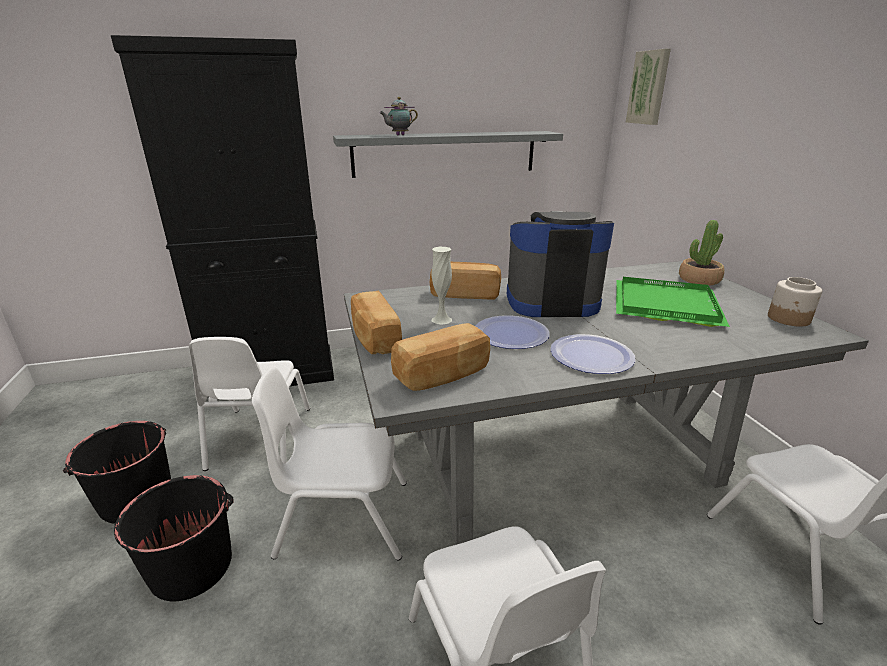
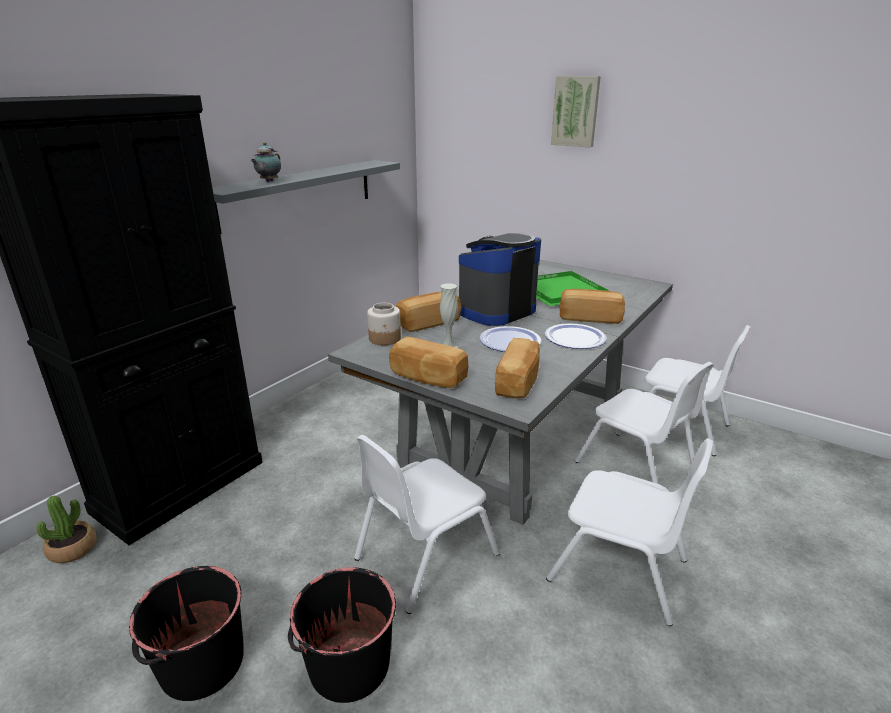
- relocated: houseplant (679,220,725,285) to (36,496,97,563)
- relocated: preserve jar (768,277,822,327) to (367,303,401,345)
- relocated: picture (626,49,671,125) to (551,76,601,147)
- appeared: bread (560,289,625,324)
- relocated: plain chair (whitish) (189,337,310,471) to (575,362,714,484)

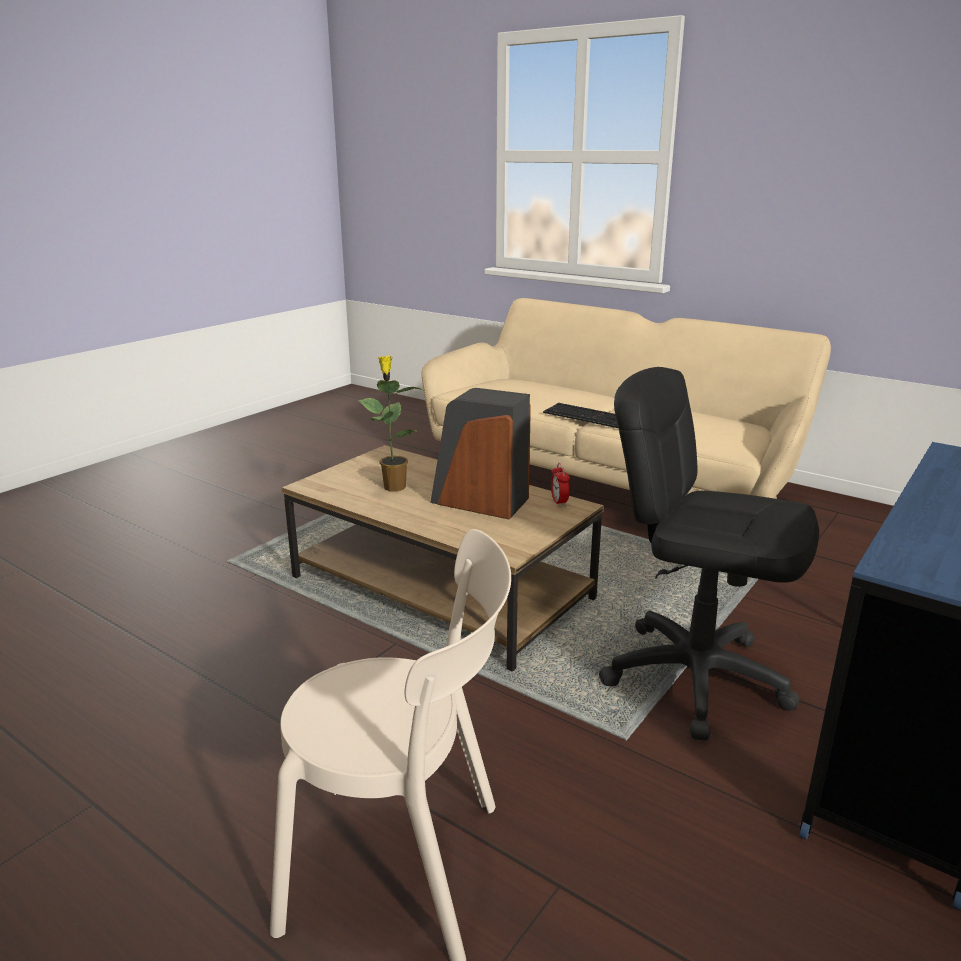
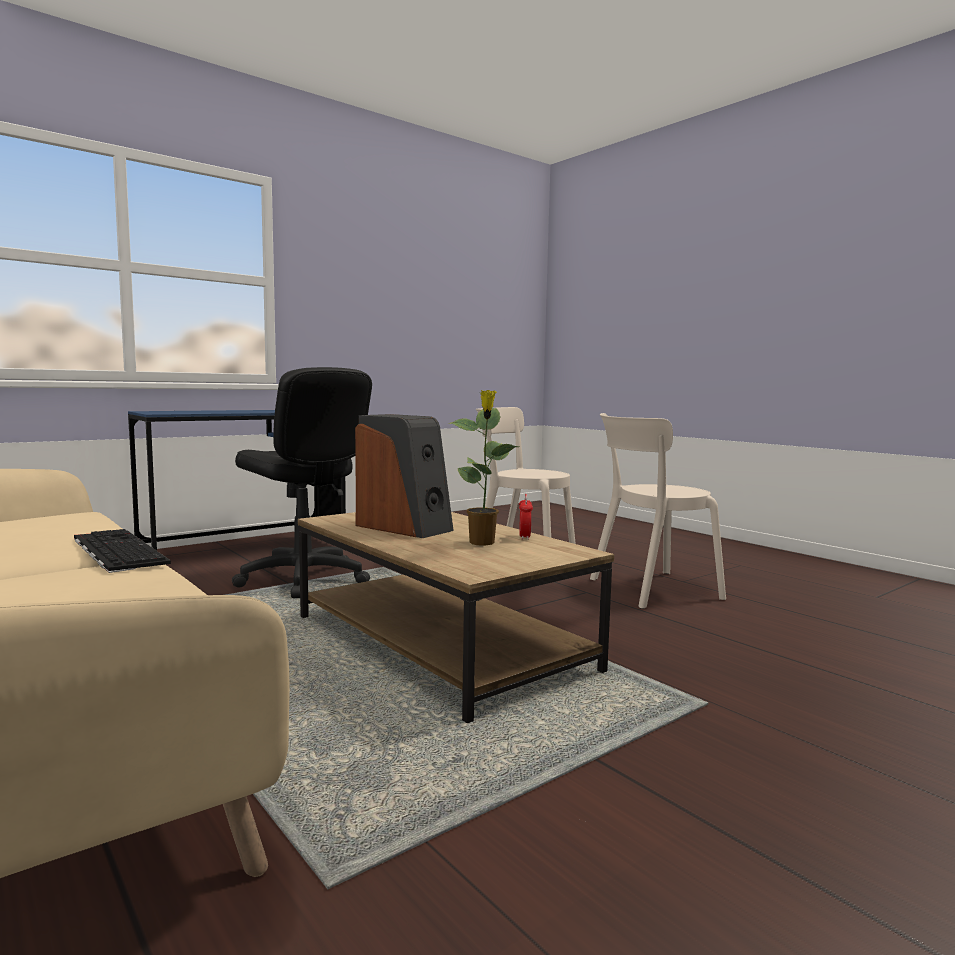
- relocated: table clock (551,463,570,507) to (519,494,533,540)
- appeared: plain chair (beige-coloured) (590,413,726,609)

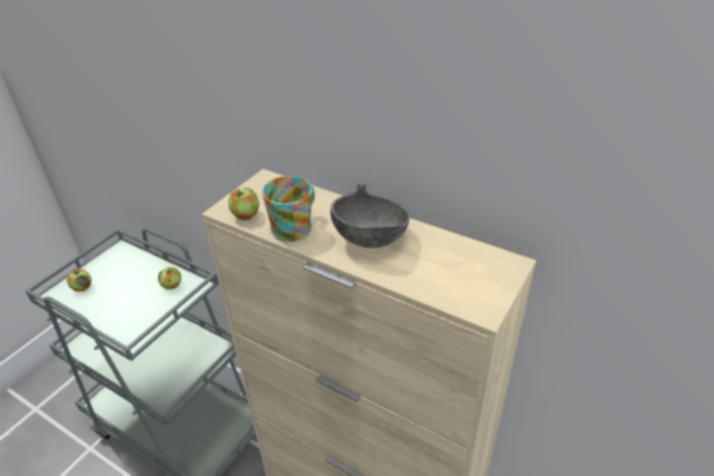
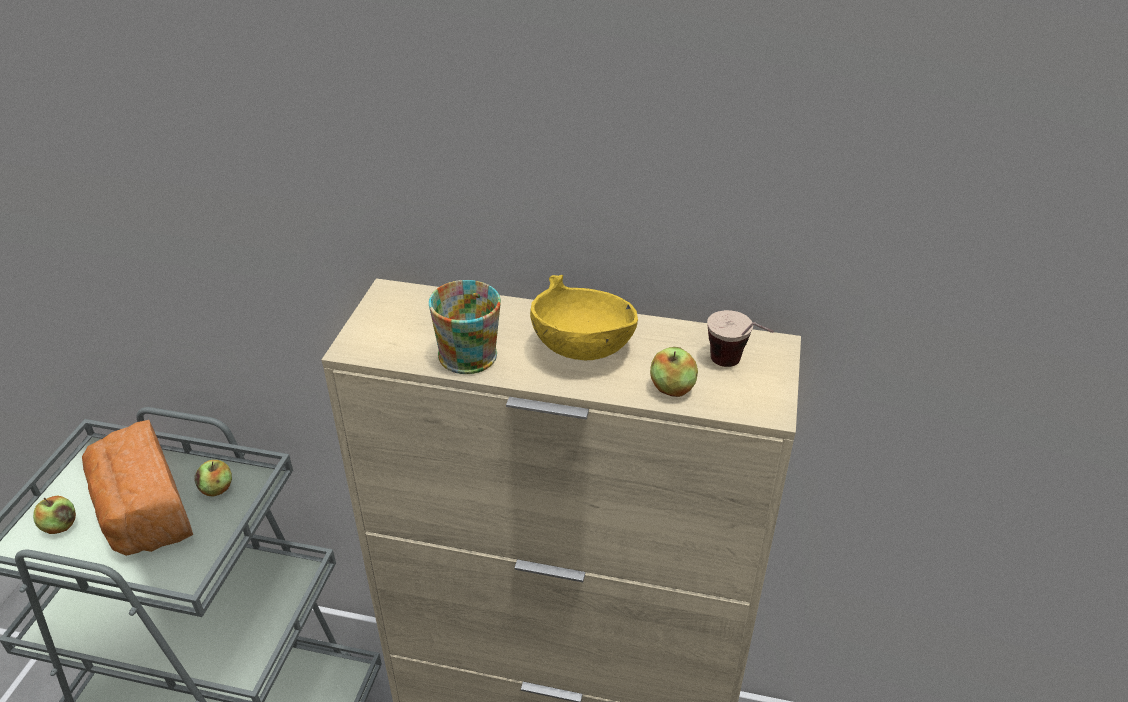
- appeared: bread (82,420,193,556)
- colour: serving bowl (grey) (330,183,410,248) to serving bowl (yellowish) (530,275,638,360)
- relocated: apple (228,188,259,220) to (650,347,698,397)
- appeared: small cup (707,310,774,367)

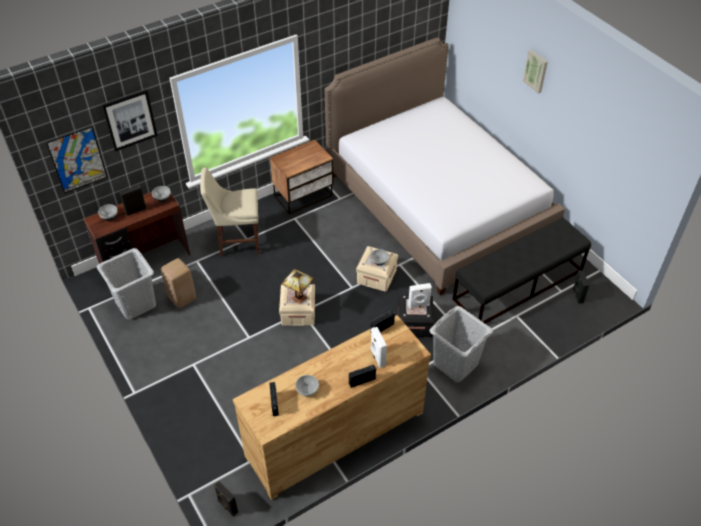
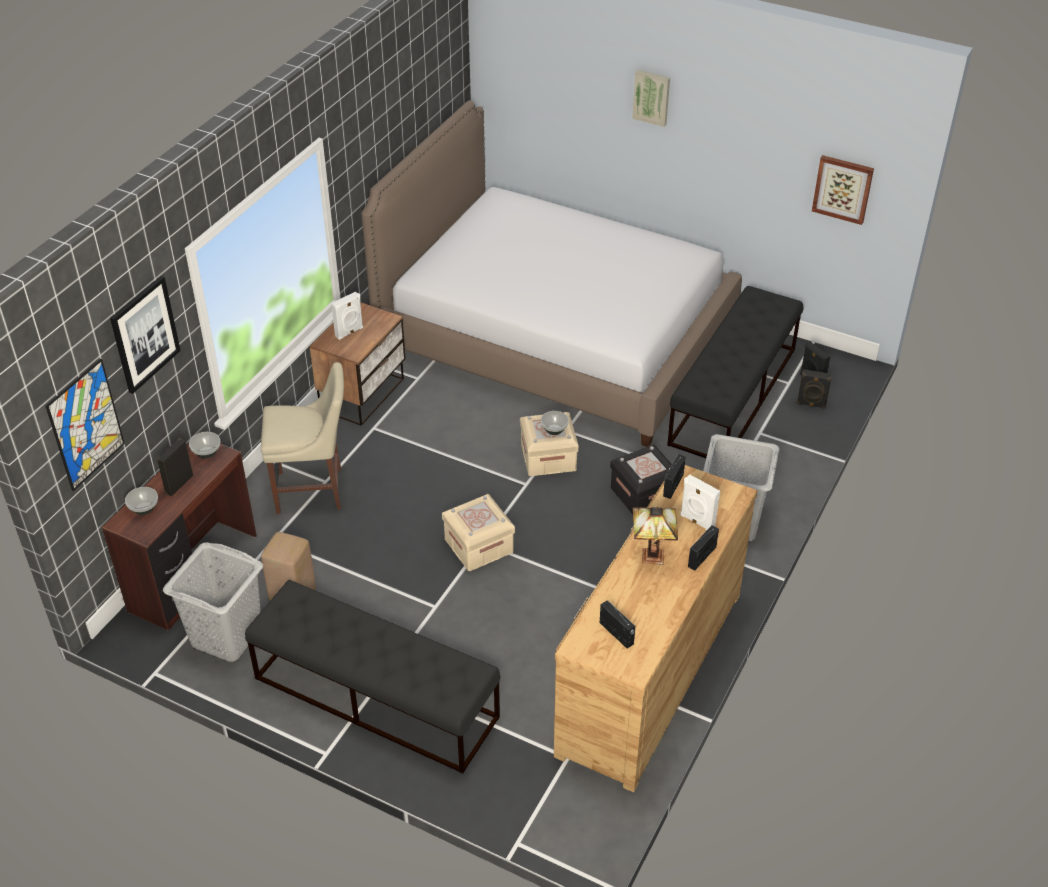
- appeared: bench (blackish) (245,580,500,774)
- spun: plain chair (beige-coloured) (200,167,260,256) = (261,362,344,514) 150 degrees counterclockwise
- relocated: loudspeaker (whitish) (408,283,432,309) to (331,291,363,340)
- relocated: lamp for a table (281,269,314,305) to (633,507,678,565)
- relocated: loudspeaker (blackish) (214,481,238,516) to (797,369,832,409)
- appeared: picture (812,155,874,225)
- missing: serving bowl (295,375,319,396)

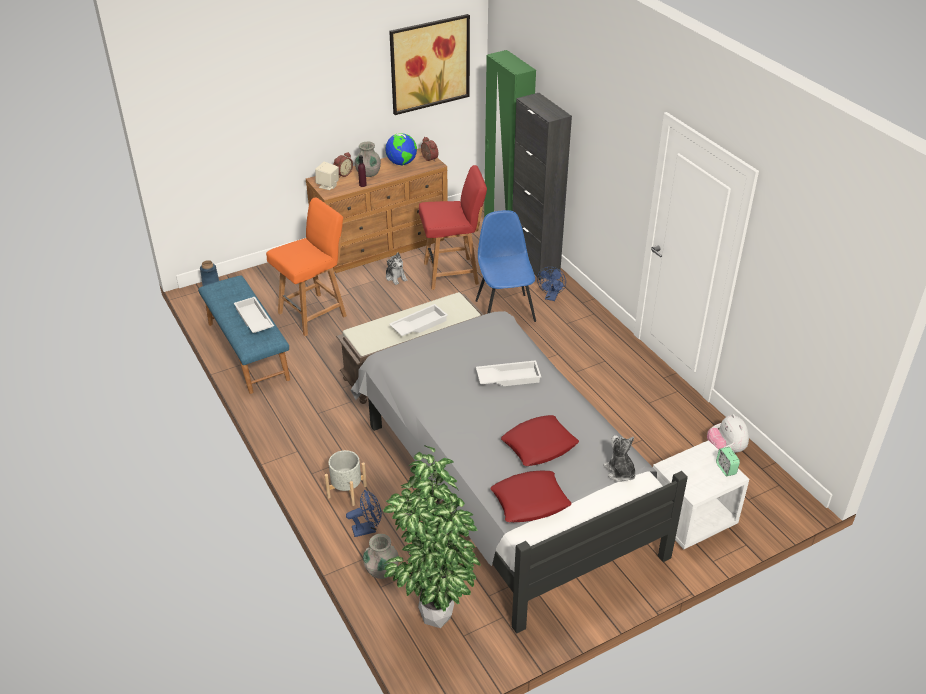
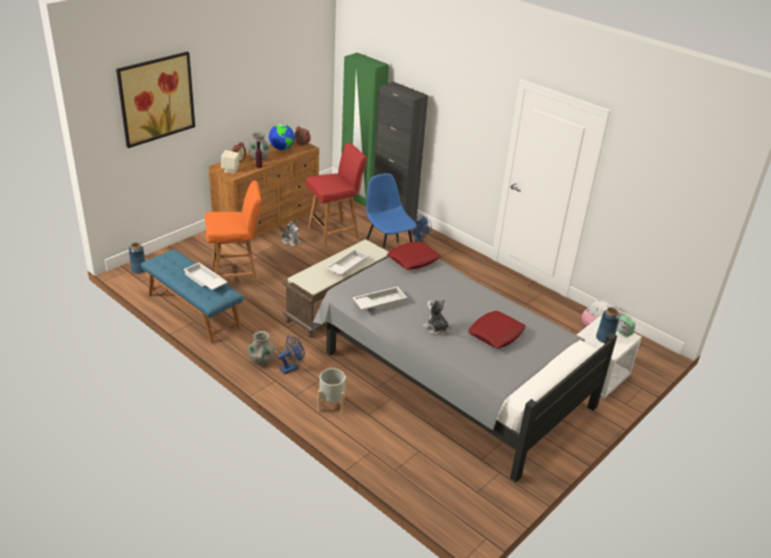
- relocated: picture (389,14,470,115) to (116,52,195,148)
- spun: plain chair (orangey) (266,197,347,336) = (205,181,261,286) 45 degrees clockwise
- relocated: flower vase (grey) (363,534,399,579) to (248,331,275,365)
- relocated: fan (blue) (346,490,382,537) to (277,335,305,374)
- relocated: carrying tray (whitish) (476,360,541,386) to (353,286,407,310)
- relocated: pillow (red-coloured) (491,471,571,522) to (387,242,441,270)
- relocated: cuddly toy (604,435,635,482) to (423,299,451,335)
- appeared: flower vase (blue) (596,307,620,343)
- missing: houseplant (383,445,481,628)

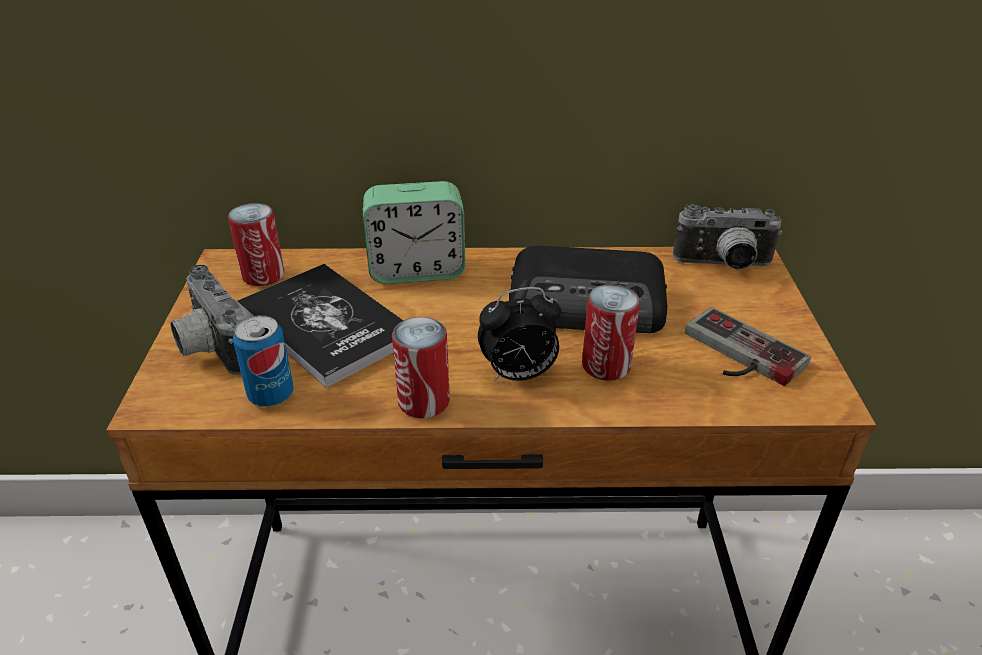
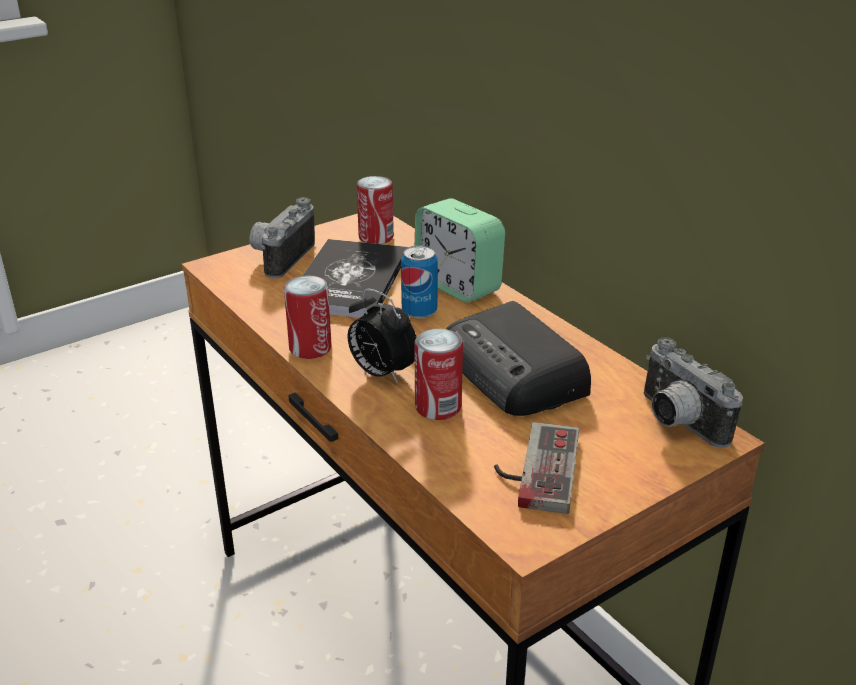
- relocated: metal can (233,315,294,407) to (401,245,438,318)

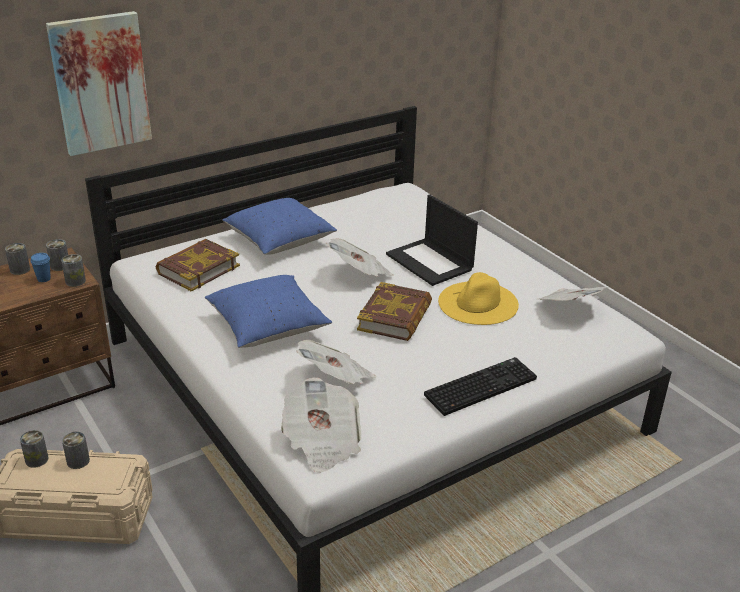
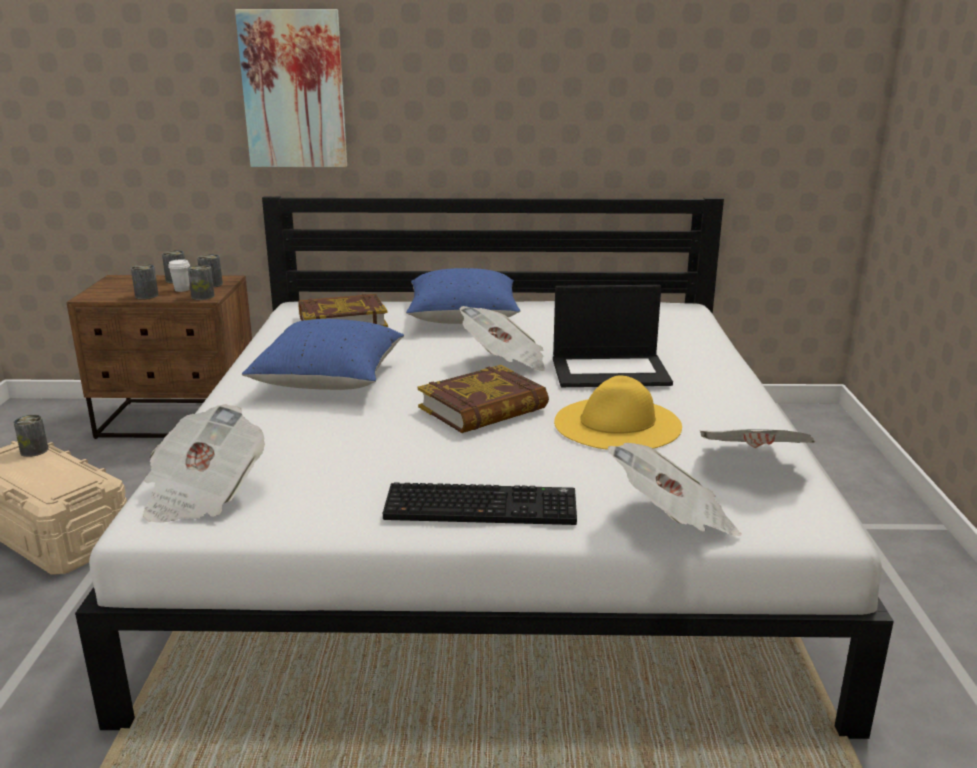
- relocated: metal can (62,432,90,469) to (131,264,159,299)
- colour: small cup (blue) (30,253,51,282) to small cup (whitish) (168,259,190,292)
- spun: notebook computer (386,195,478,286) = (553,285,673,387) 90 degrees counterclockwise
- relocated: printed paper (296,340,376,384) to (608,443,742,536)

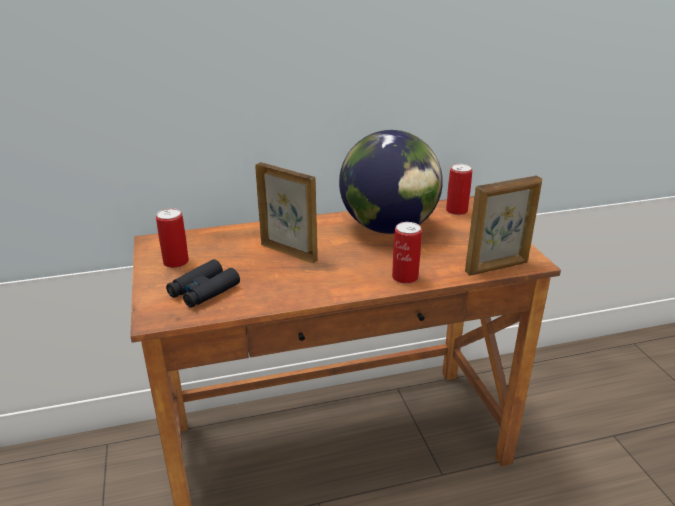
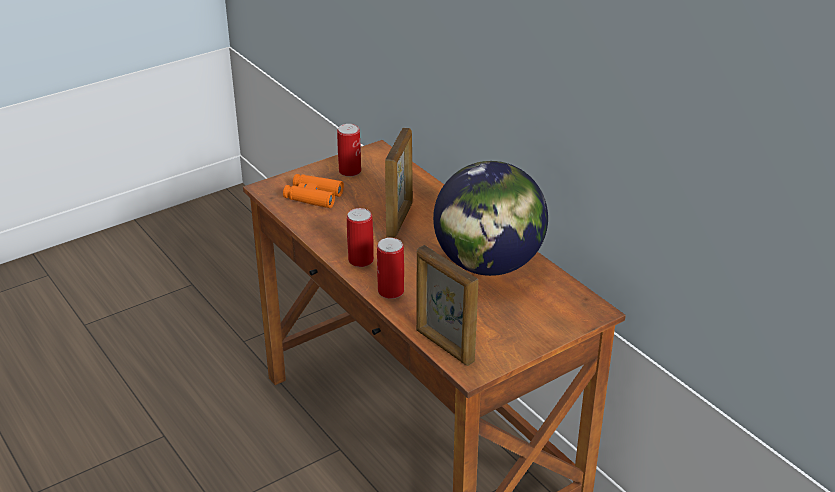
- colour: pair of binoculars (blackish) (166,259,240,308) to pair of binoculars (orangey) (283,174,344,208)
- relocated: metal can (446,164,472,215) to (347,208,374,267)

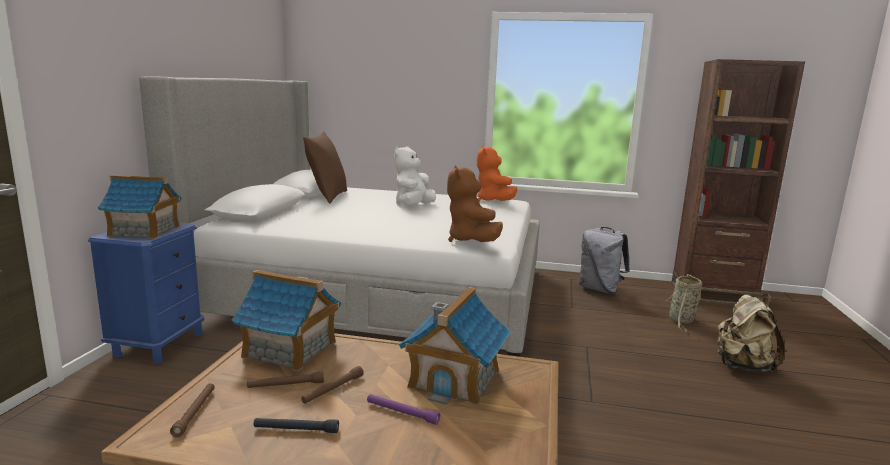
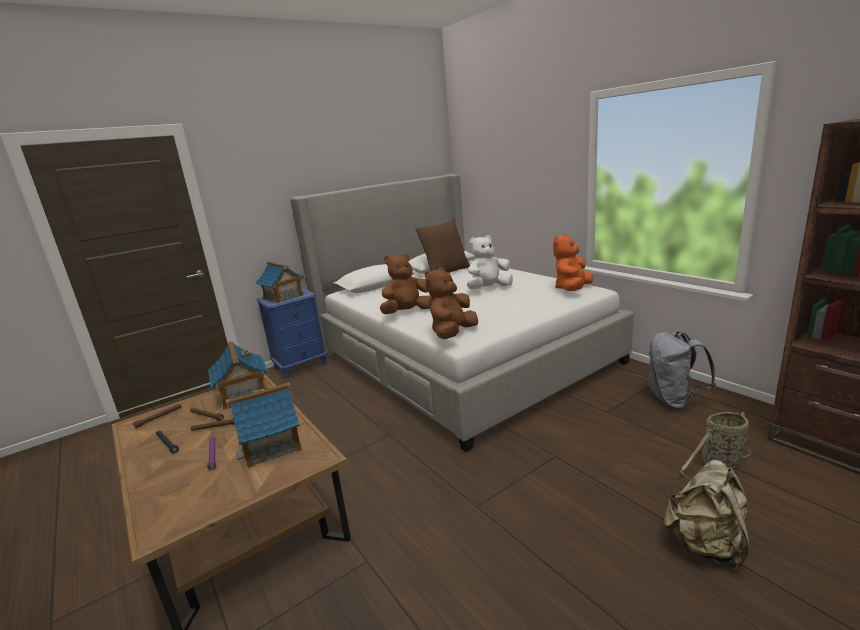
- appeared: cuddly toy (brown-coloured) (380,254,432,314)

